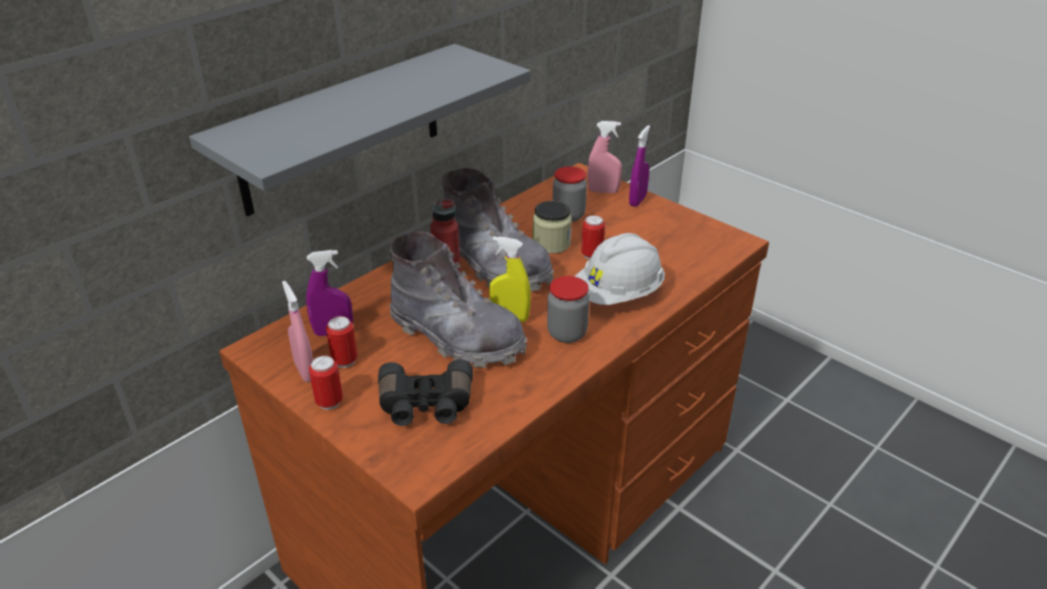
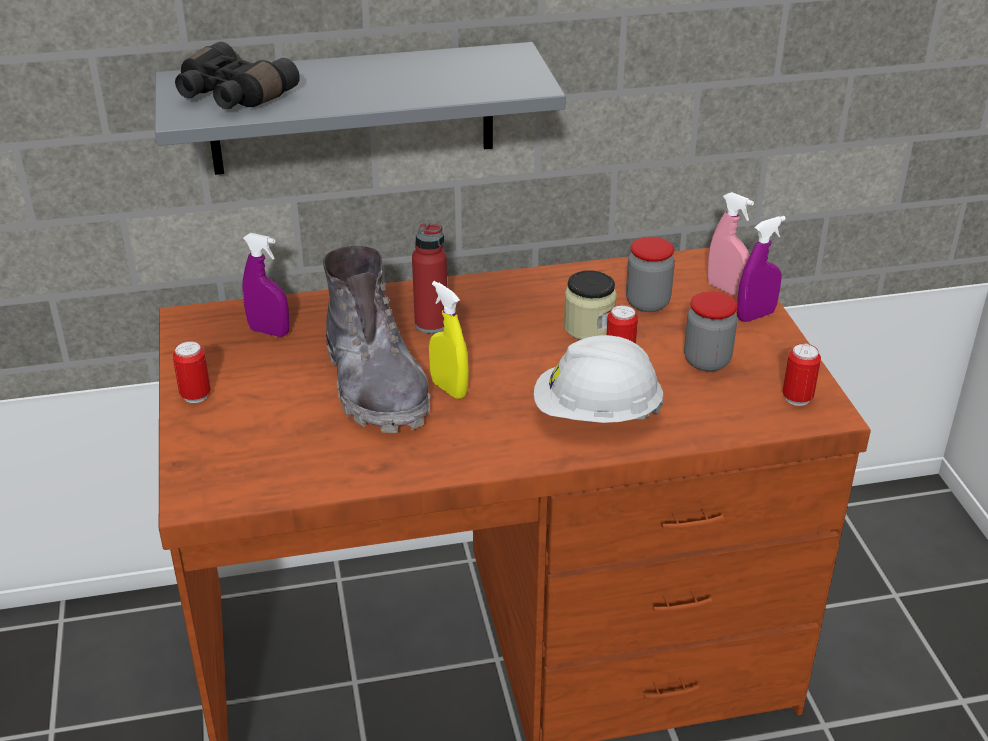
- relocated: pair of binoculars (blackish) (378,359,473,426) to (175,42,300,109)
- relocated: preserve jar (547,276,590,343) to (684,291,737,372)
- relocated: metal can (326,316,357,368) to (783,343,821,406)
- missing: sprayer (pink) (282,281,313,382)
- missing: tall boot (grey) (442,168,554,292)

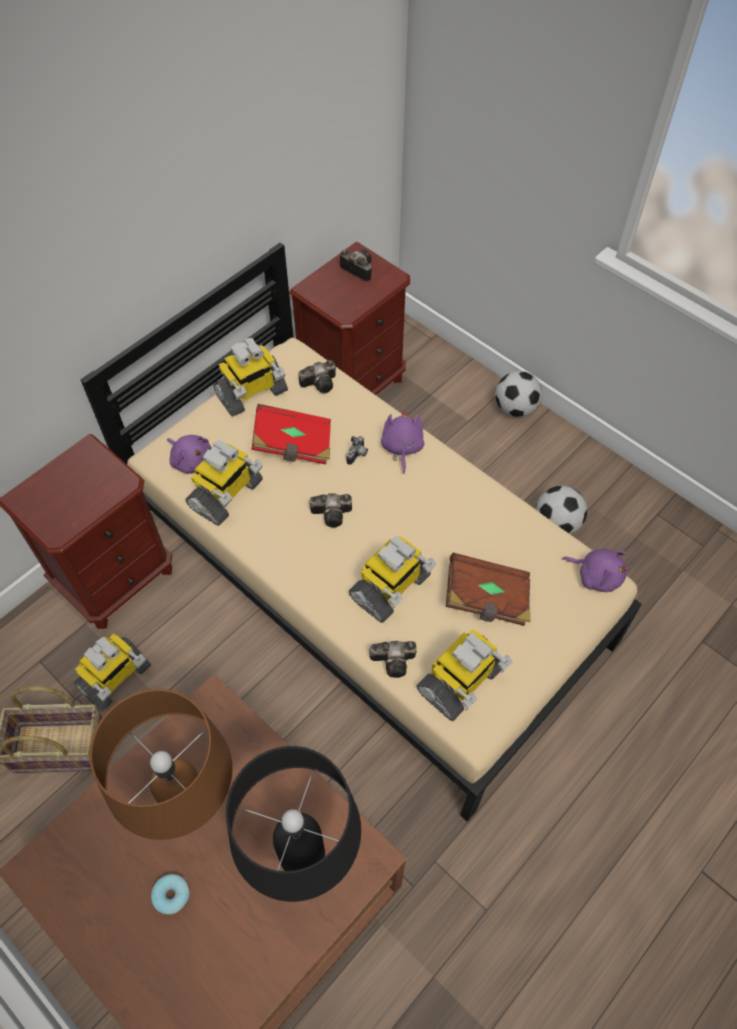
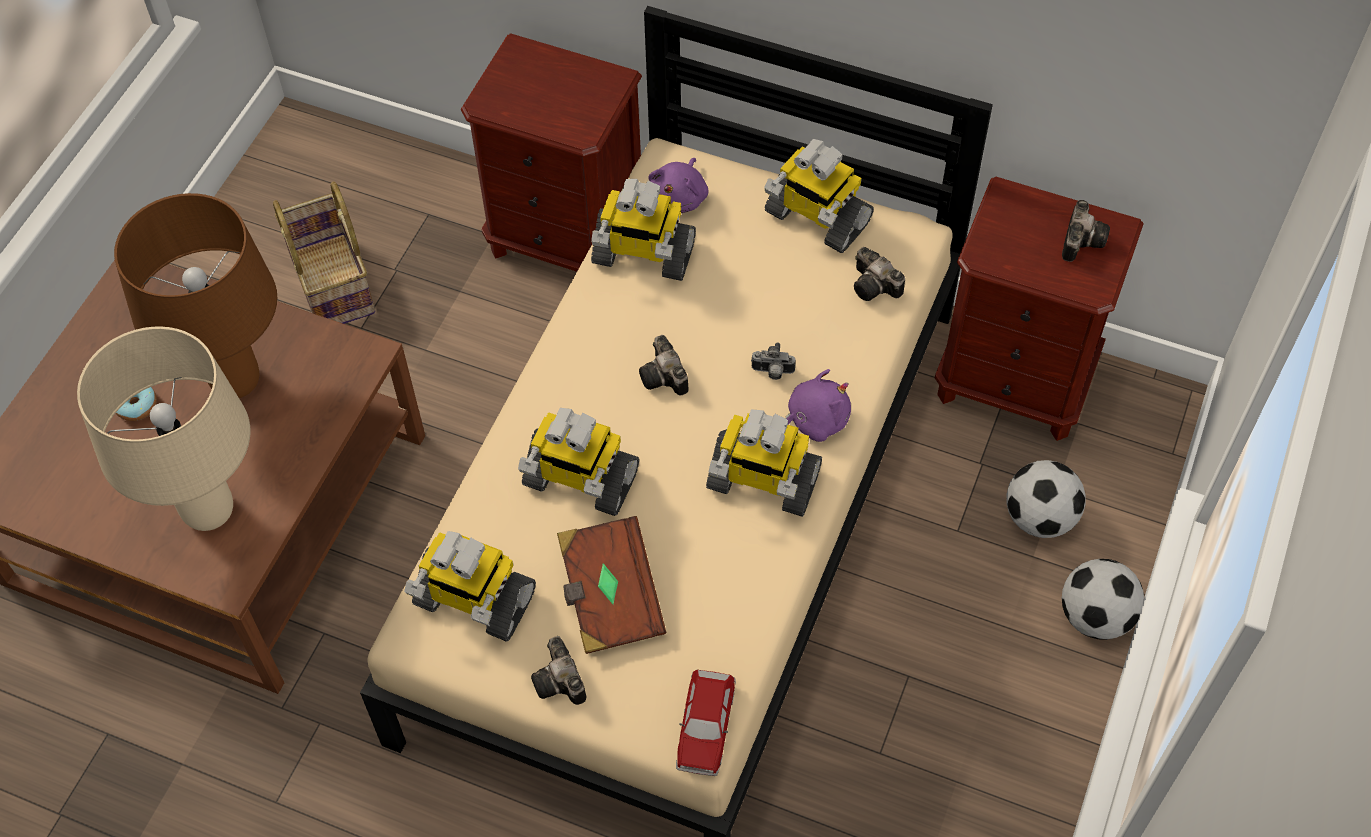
- colour: lamp for a table (blackish) (226,746,361,902) to lamp for a table (beige-coloured) (77,327,250,531)
- relocated: still camera (370,641,416,678) to (531,636,586,705)
- exchanged: cuddly toy (purplish) (562,549,628,592) to model car (676,670,736,776)
- relocated: toy robot (73,634,151,712) to (706,409,822,517)
- relocated: football ball (536,486,587,534) to (1006,460,1086,538)
- missing: bound book (red-coloured) (252,404,331,465)

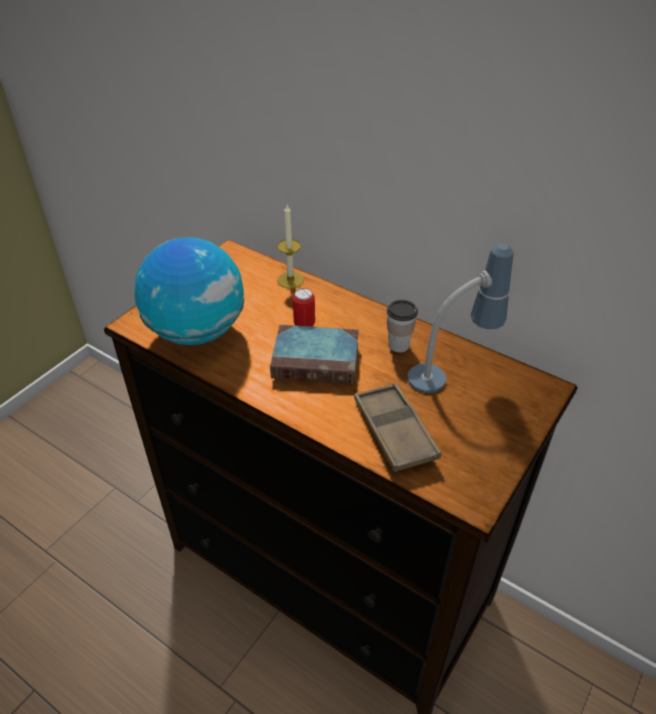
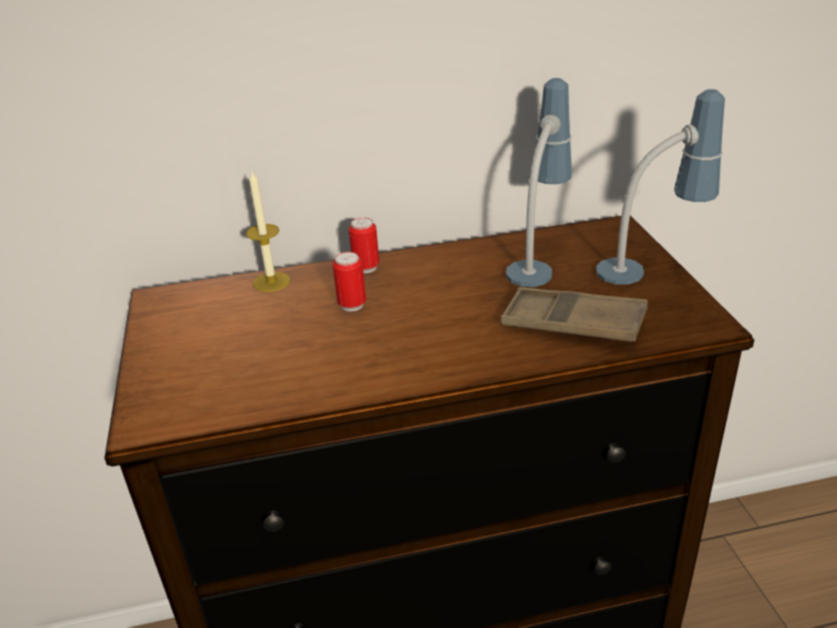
- appeared: metal can (348,217,379,273)
- appeared: lamp for a table (596,89,725,285)
- missing: desk globe (135,237,244,345)
- missing: bound book (270,325,359,384)
- missing: small cup (387,300,418,353)

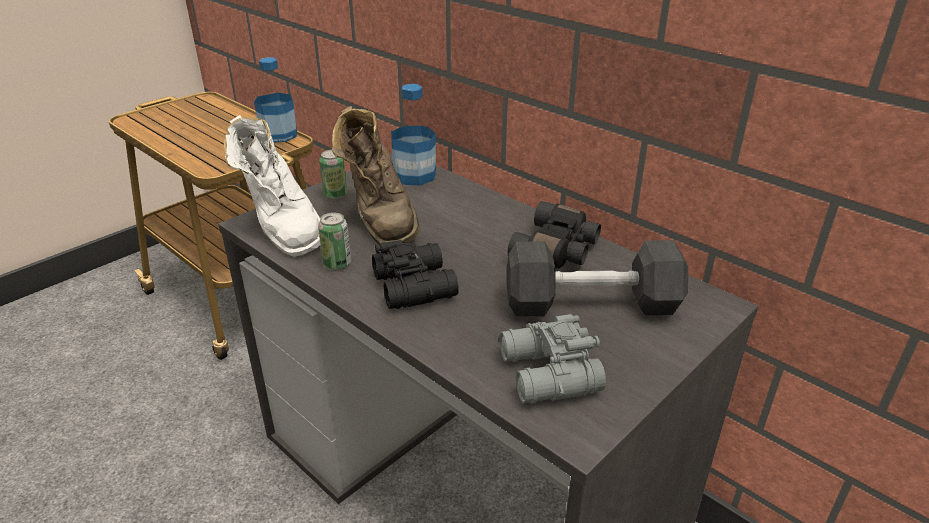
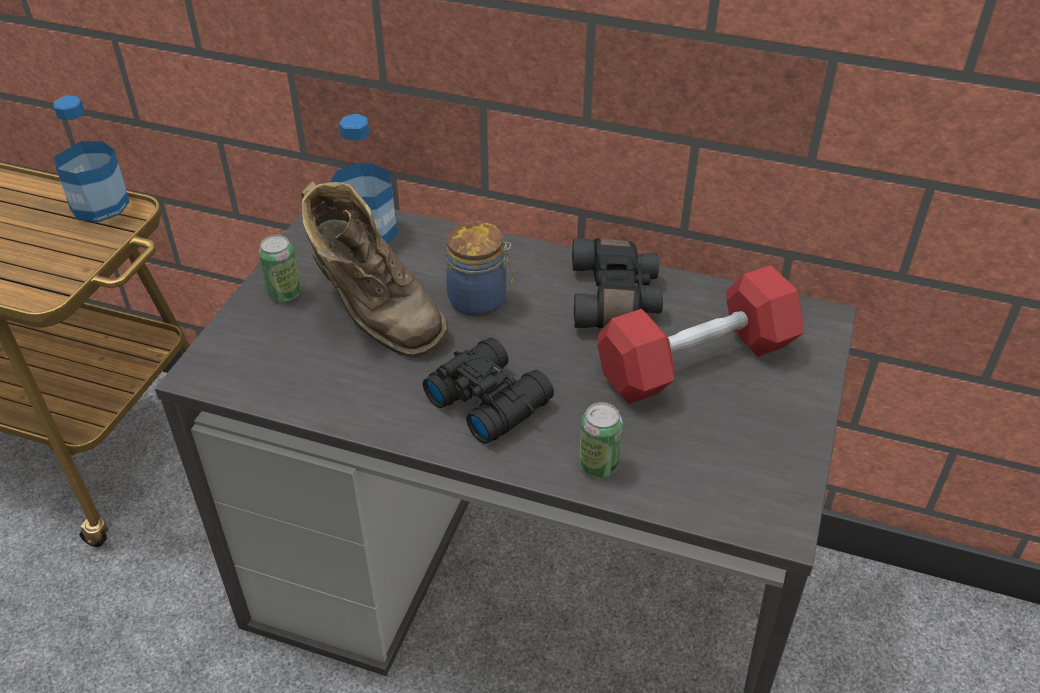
- appeared: preserve jar (446,222,513,316)
- relocated: metal can (318,212,351,270) to (579,402,623,478)
- colour: hand weight (grey) (507,240,688,317) to hand weight (red-coloured) (597,265,804,404)
- missing: tall boot (whitish) (224,115,320,257)
- missing: pair of binoculars (grey) (499,314,606,404)

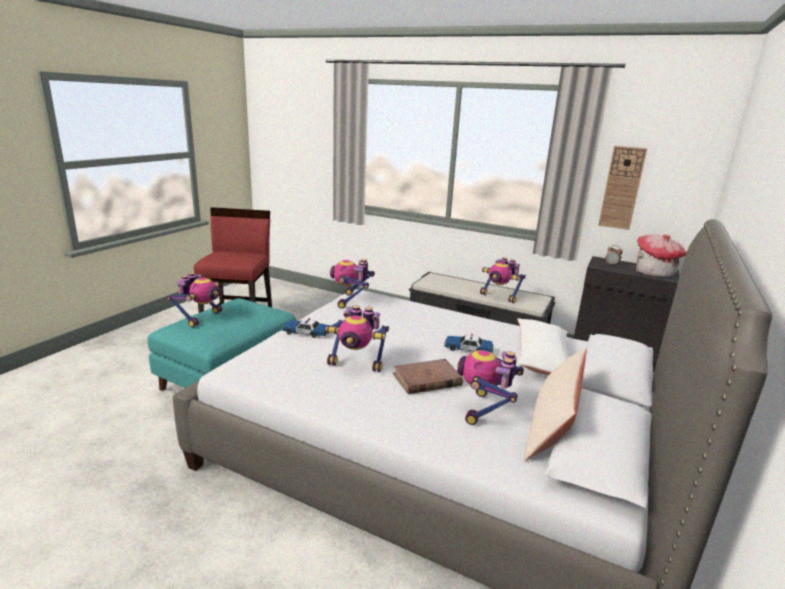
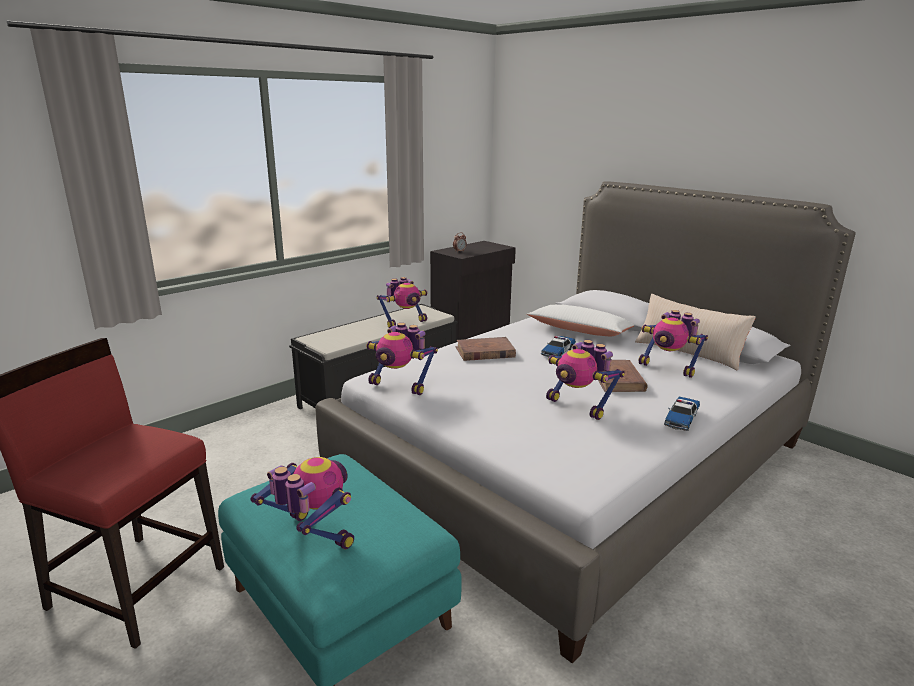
- appeared: bound book (brown-coloured) (456,337,516,361)
- spun: toy robot (326,305,389,372) = (546,340,625,420) 105 degrees clockwise
- relocated: model car (281,318,328,338) to (664,397,700,431)
- missing: hanging clock (598,146,647,230)
- missing: model house (636,234,687,277)

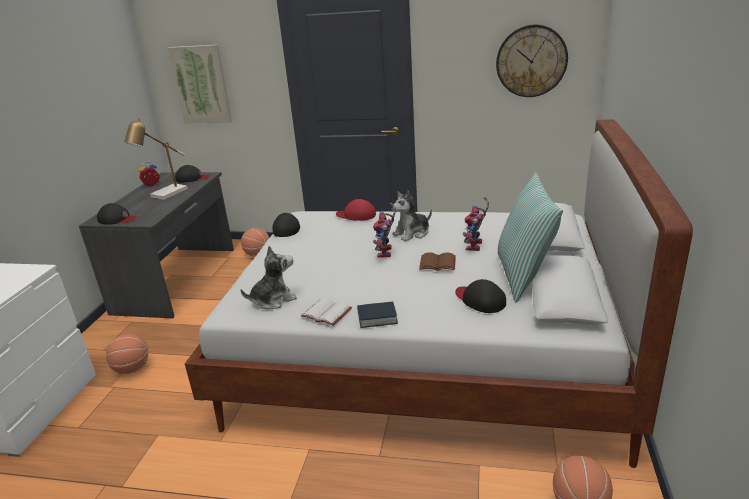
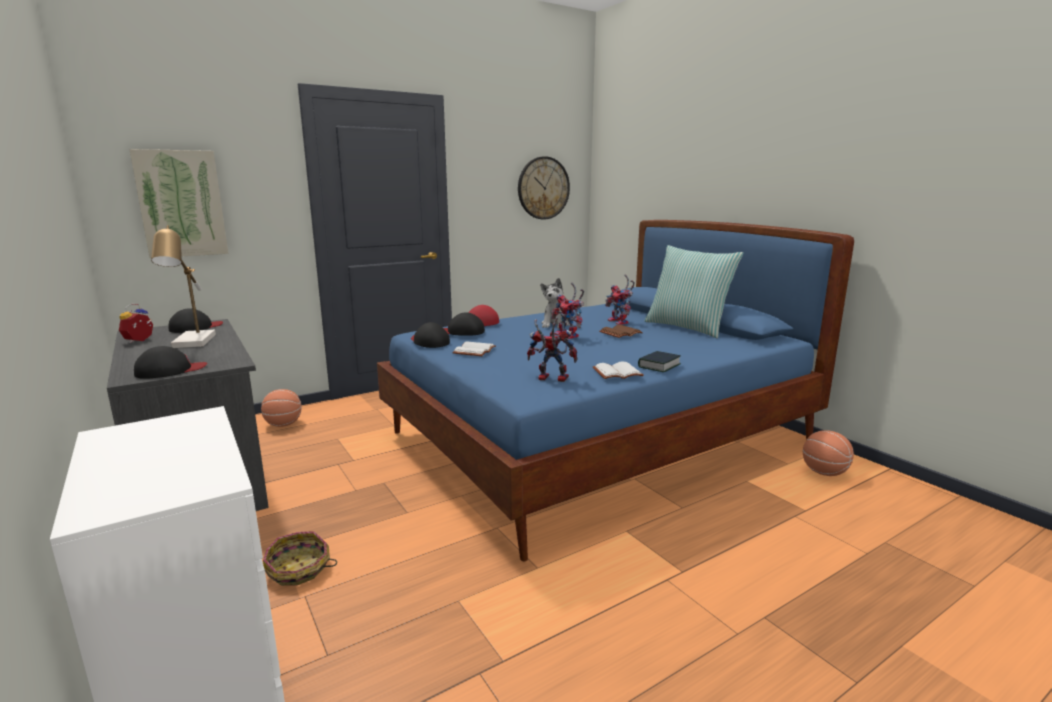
- exchanged: basketball ball (106,334,148,374) to household basket (263,531,337,586)
- colour: bedroom bed (whitish) (185,119,693,468) to bedroom bed (blue) (377,220,854,562)
- relocated: peaked cap (blackish) (455,279,506,313) to (444,312,485,336)
- appeared: bound book (whitish) (452,342,496,356)
- exchanged: cuddly toy (241,246,297,310) to toy robot (527,317,577,382)

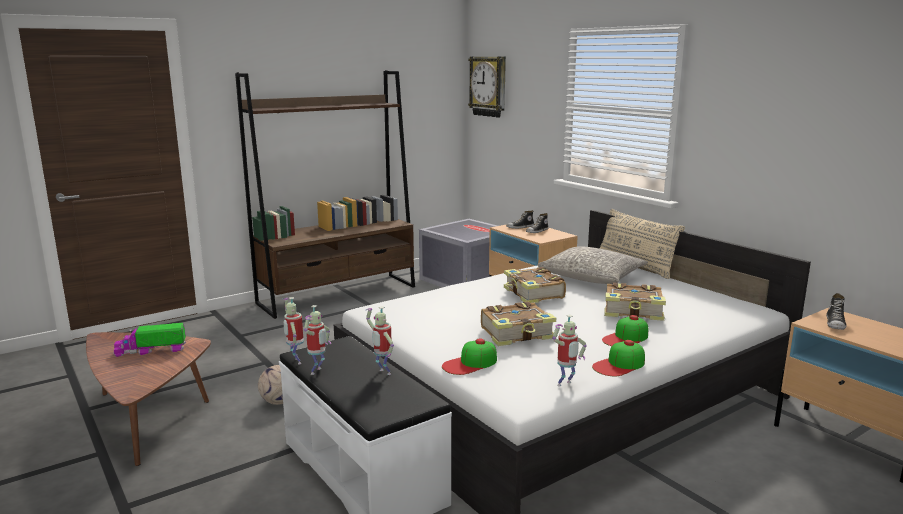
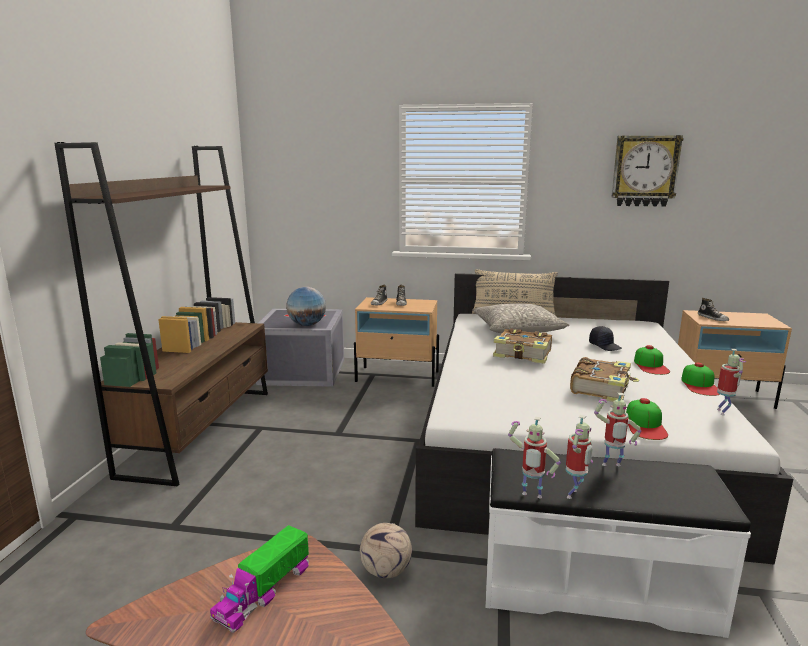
- appeared: desk globe (286,287,326,326)
- spun: toy robot (304,305,331,375) = (566,415,593,499) 60 degrees clockwise
- exchanged: bound book (604,282,666,321) to peaked cap (blackish) (589,326,622,351)
- relocated: hanging clock (468,57,506,118) to (611,135,683,207)

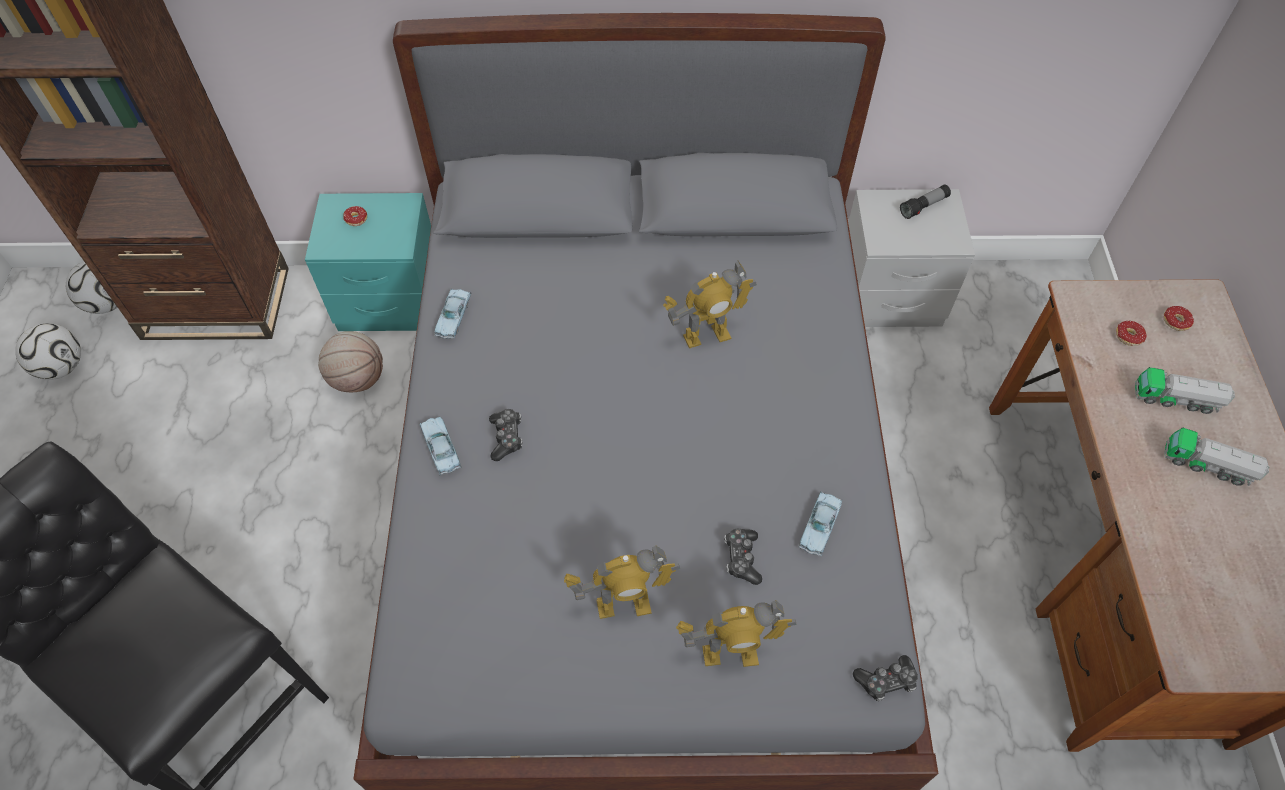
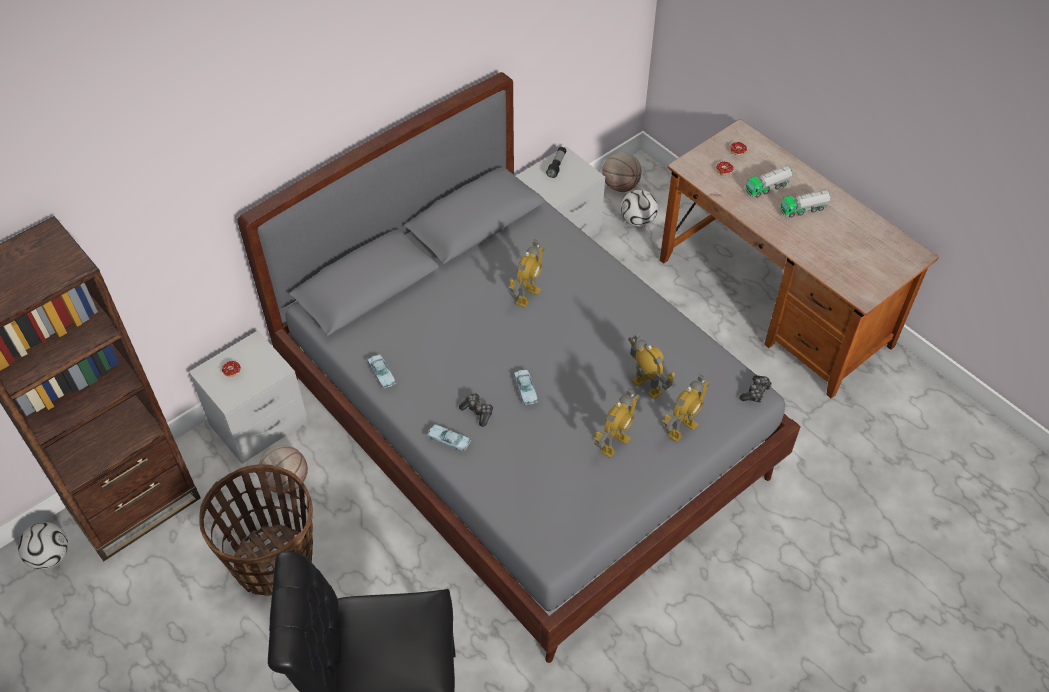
- colour: night table (turquoise) (305,193,431,331) to night table (grey) (189,331,307,464)
- appeared: household basket (199,464,313,596)
- relocated: model car (blue) (799,492,842,556) to (513,369,539,405)
- appeared: basketball ball (602,152,642,192)
- relocated: football ball (15,323,81,380) to (621,189,658,227)
- exchanged: gamepad (724,528,762,585) to toy robot (628,333,675,399)

